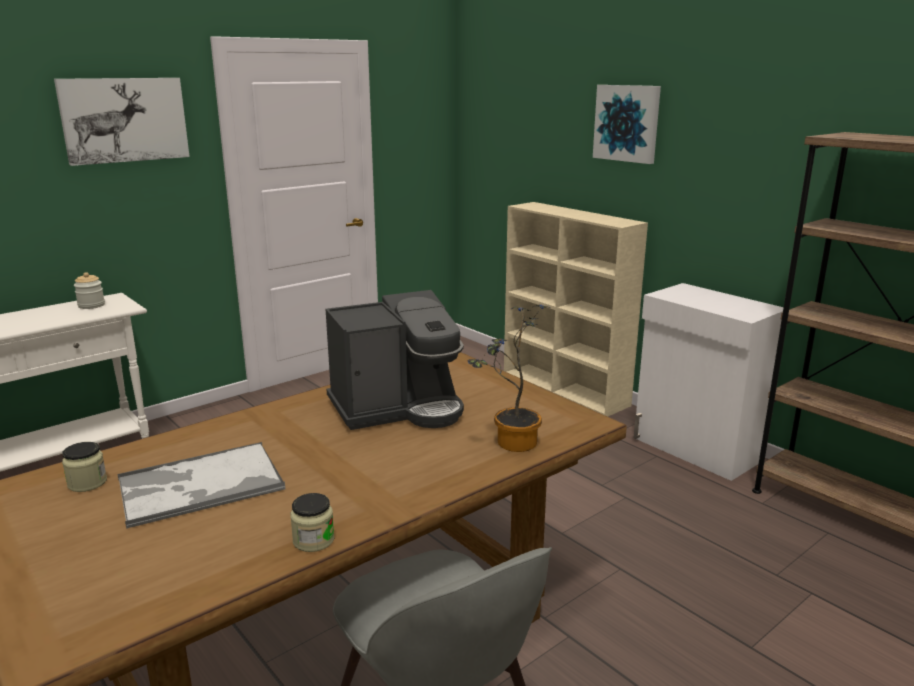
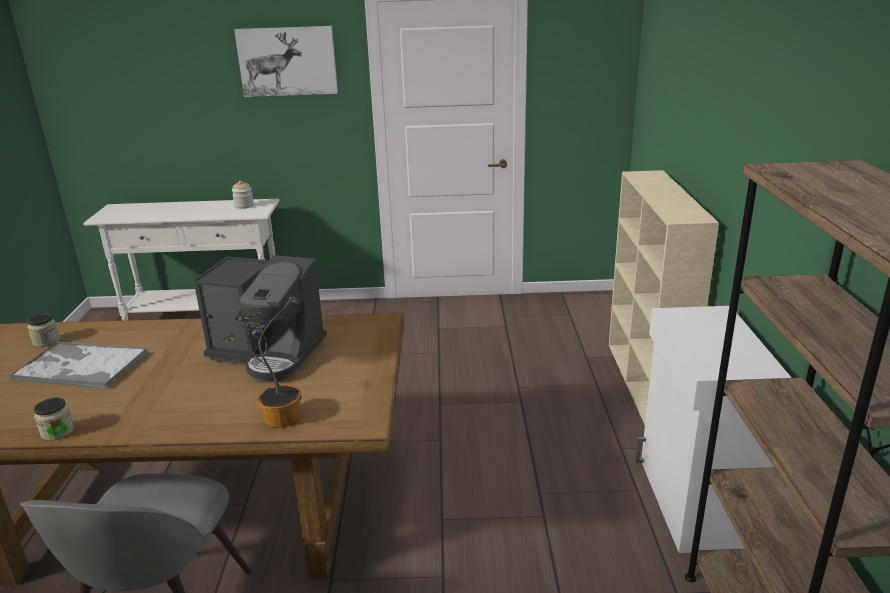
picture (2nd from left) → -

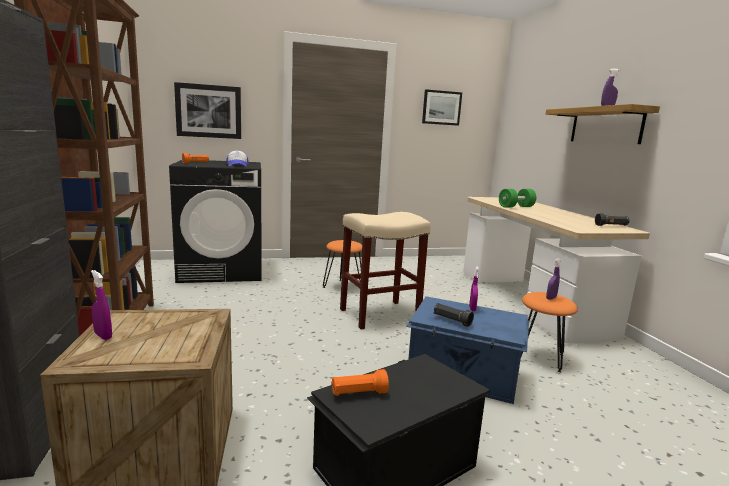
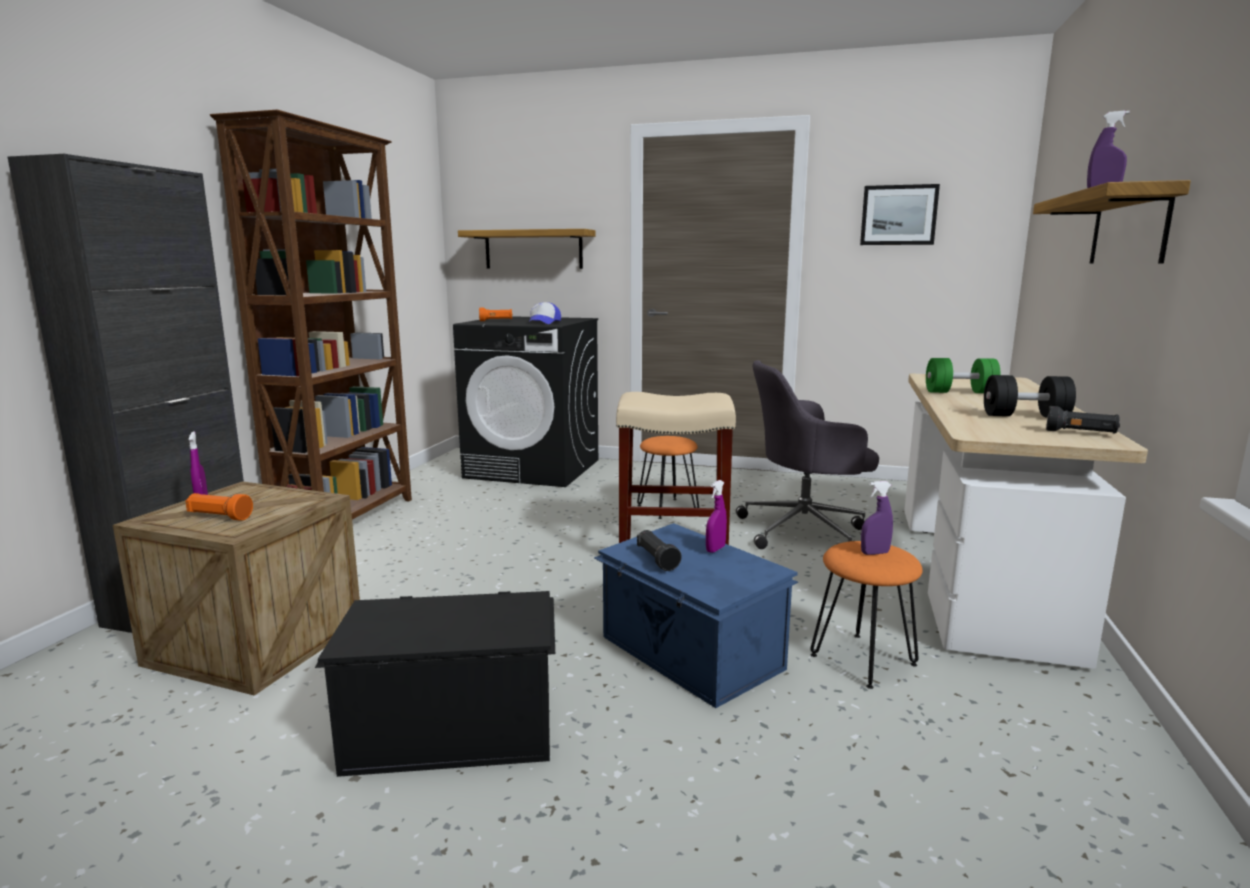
picture (1st from left) → wall shelf (1st from left)
orange-coloured torch (2nd from left in the first image) → orange-coloured torch (1st from left), move
- → gray computer chair
- → black-coloured dumbbell

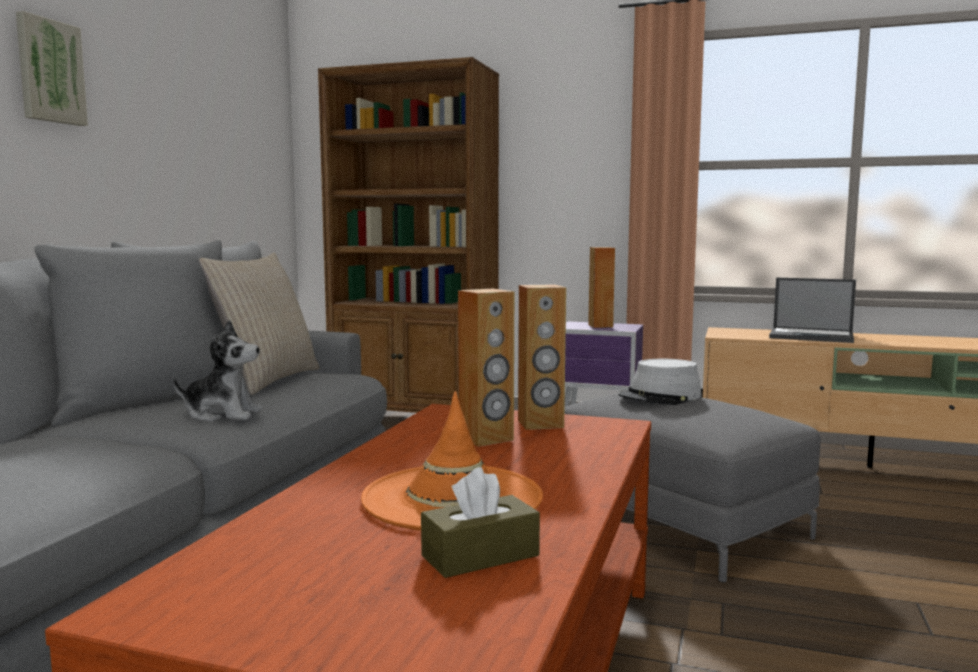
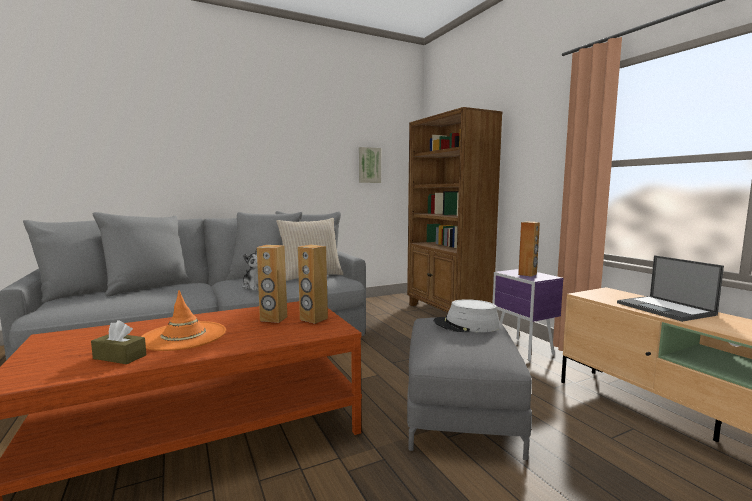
picture, move

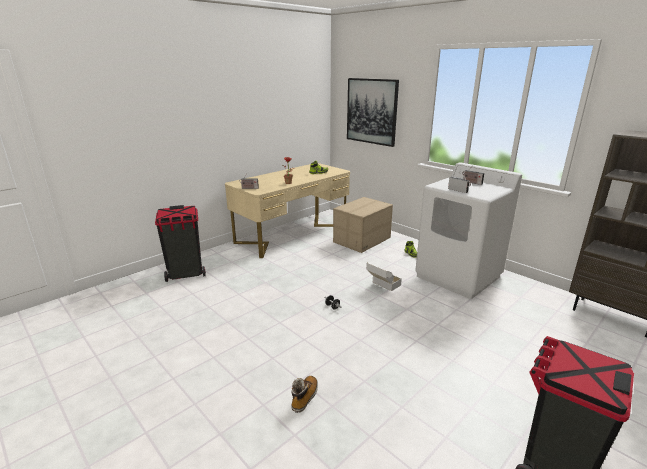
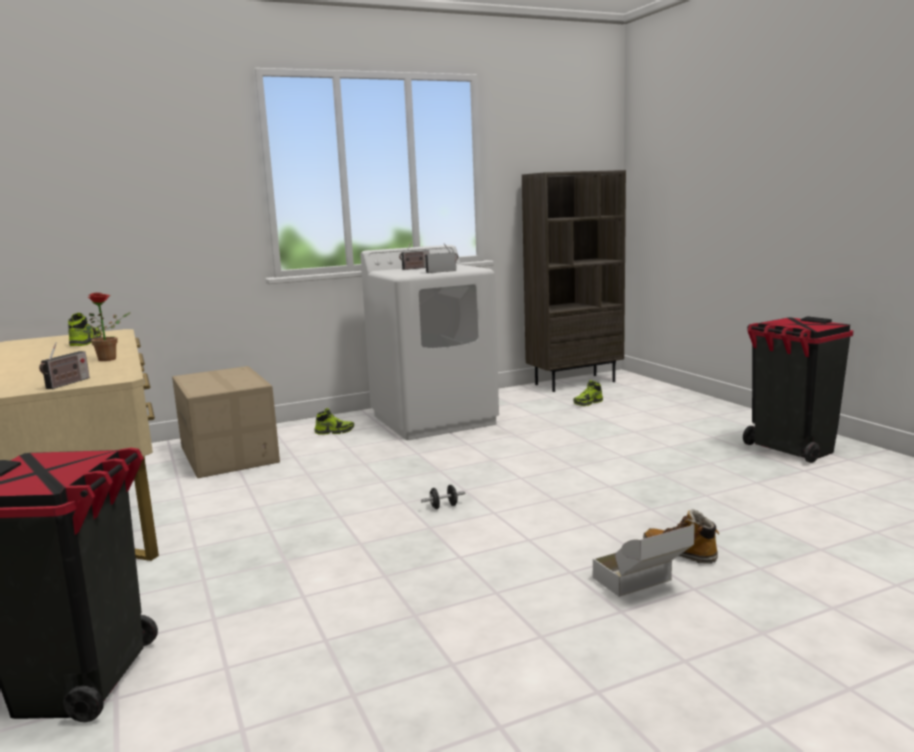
picture → -
cardboard box (2nd from left), move
- → shoe (3rd from left)

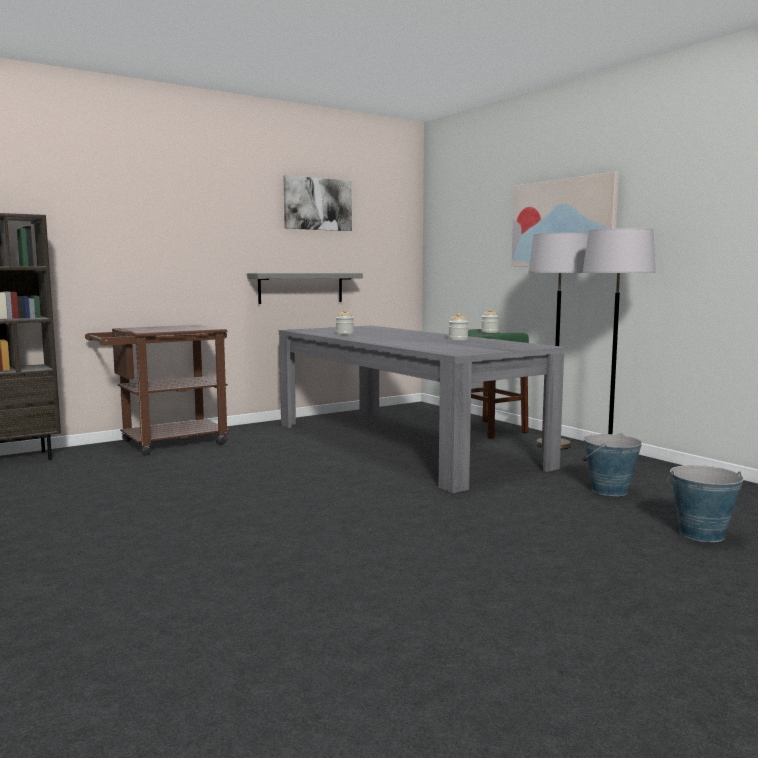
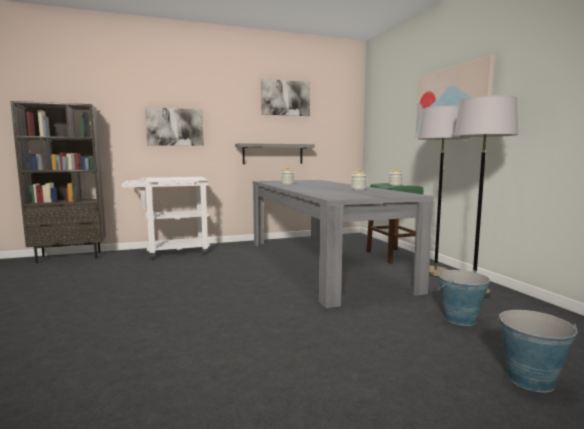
brownish cart → white-coloured cart
- → picture (1st from left)

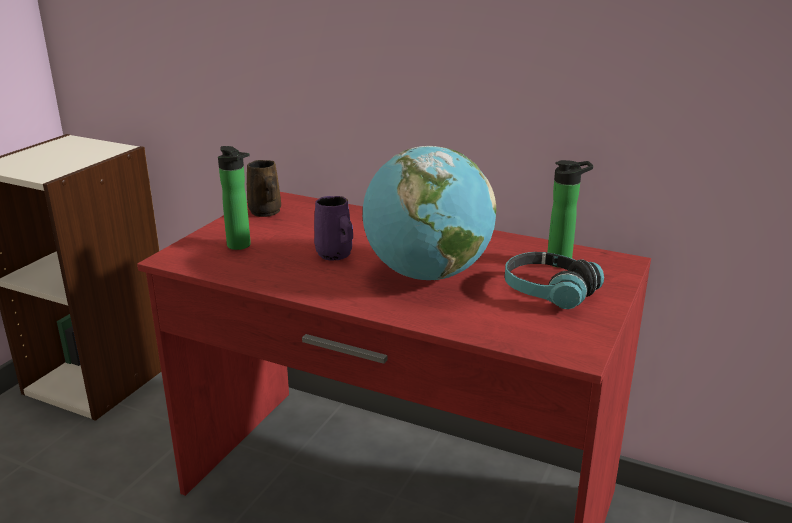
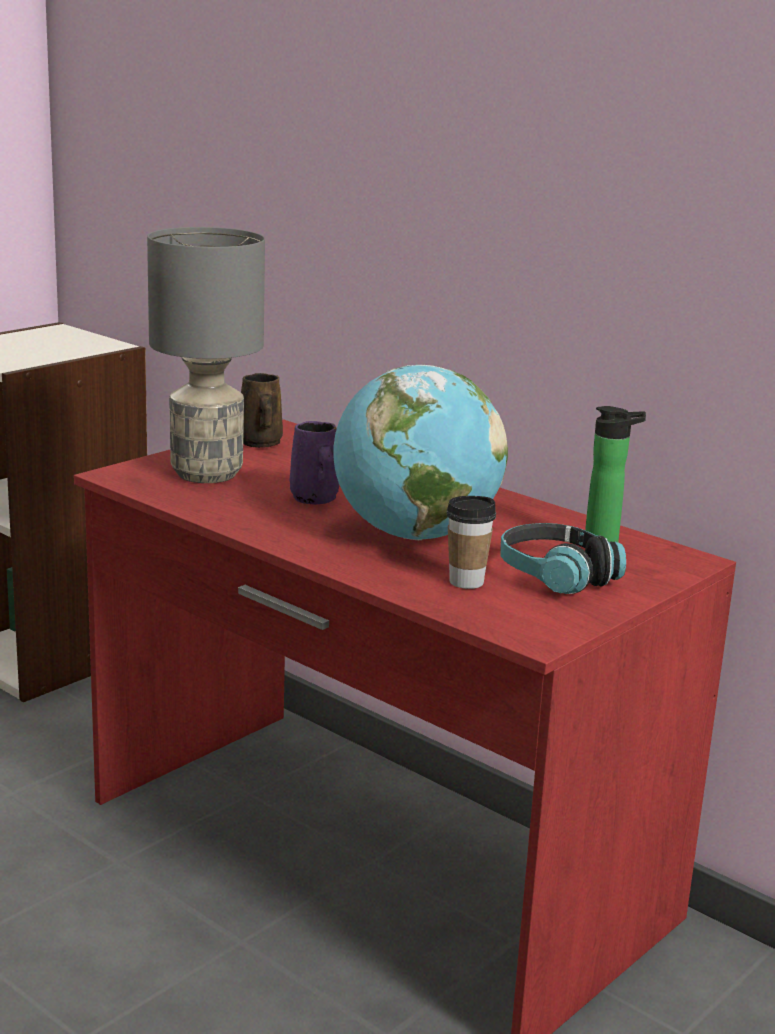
beverage bottle (1st from left) → gray lamp for a table
- → cup

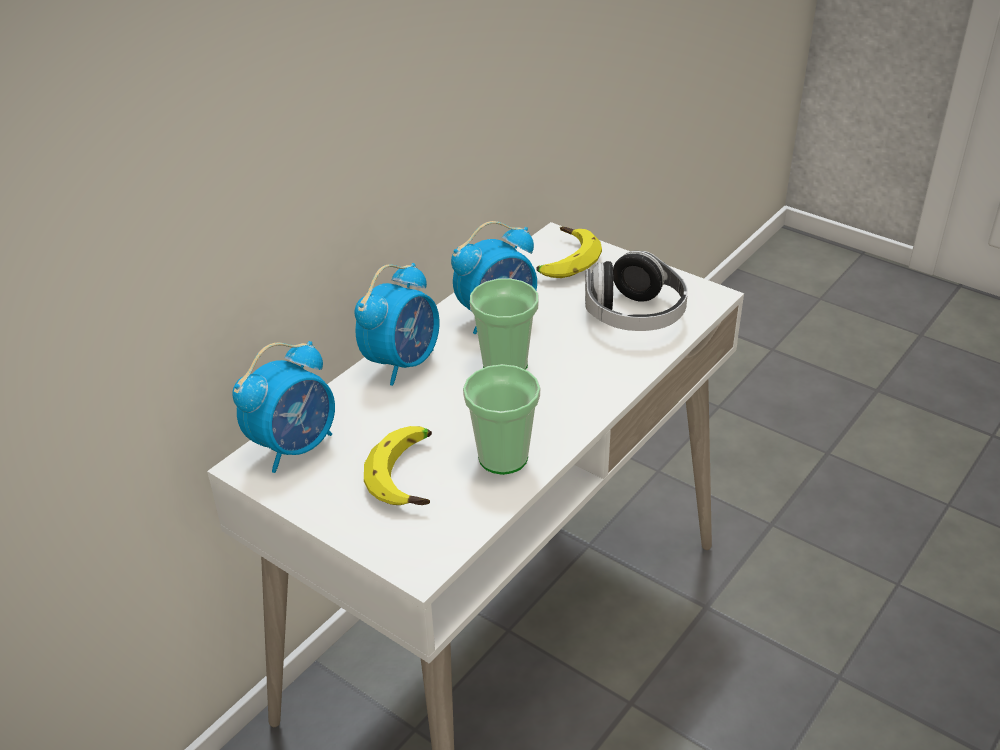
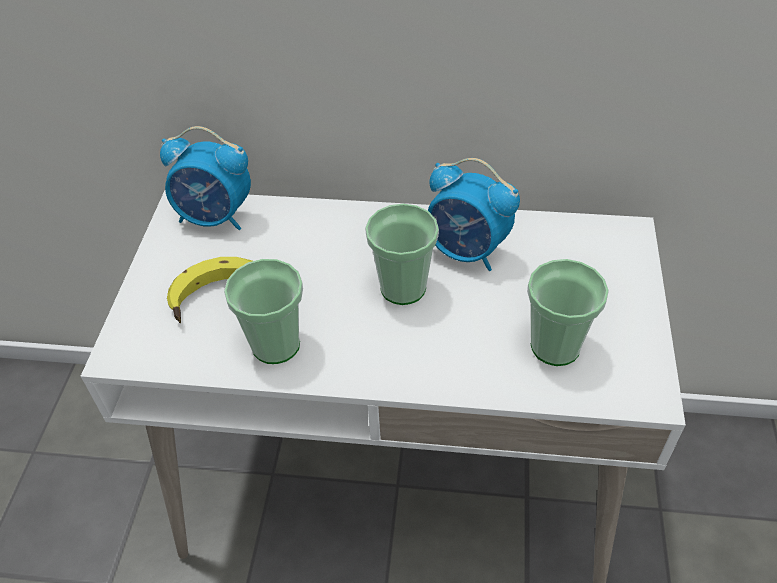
table clock (2nd from left) → -
banana fruit (2nd from left) → -
headset → cup (3rd from left)

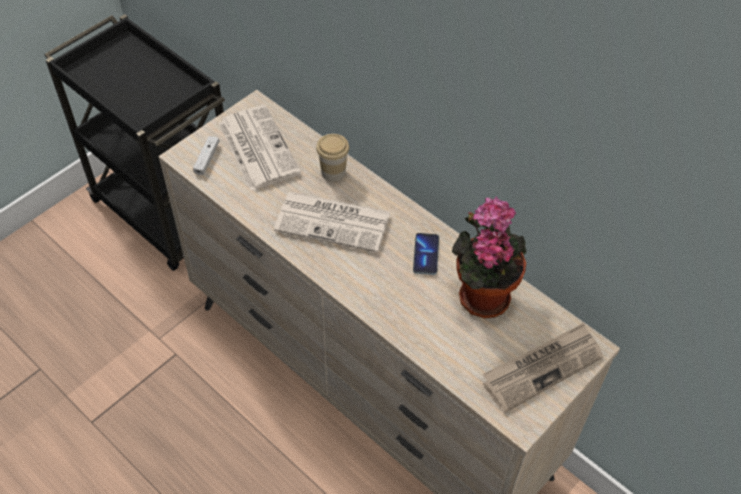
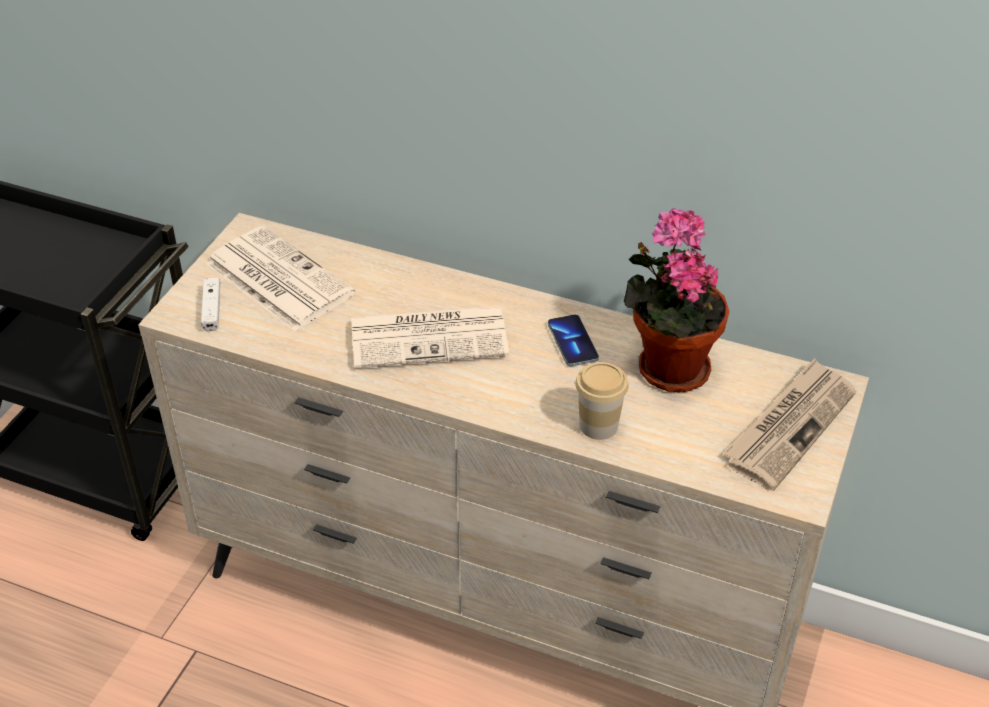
cup, move

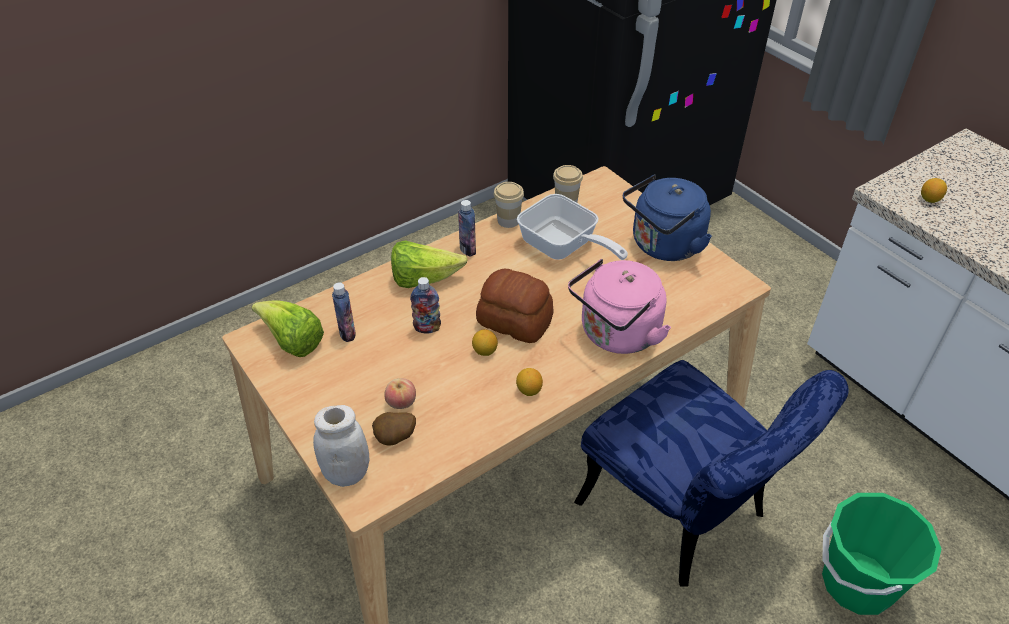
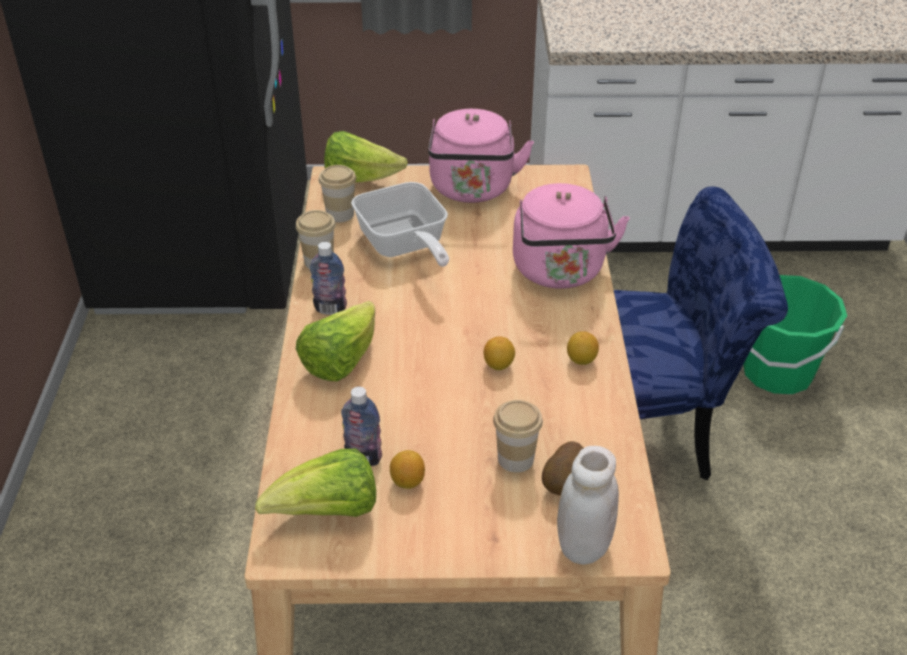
apple → cup (3rd from left)
beverage bottle (2nd from left) → -
bread → -
skillet, 75 degrees clockwise
blue kettle → pink-coloured kettle (1st from left)
lemon (3rd from left in the first image) → lemon (1st from left), move
- → lettuce (3rd from left)

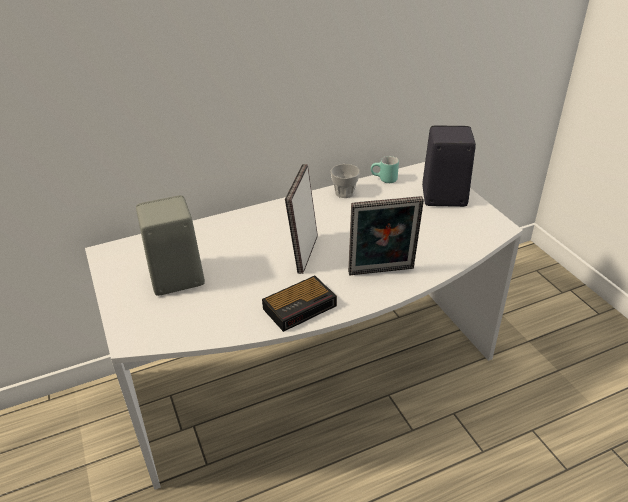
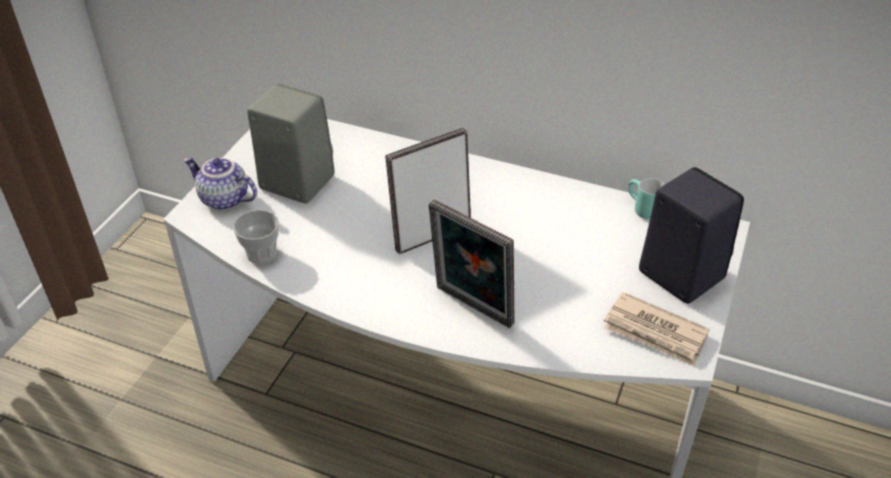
table clock → -
cup, move
- → teapot
- → daily paper

